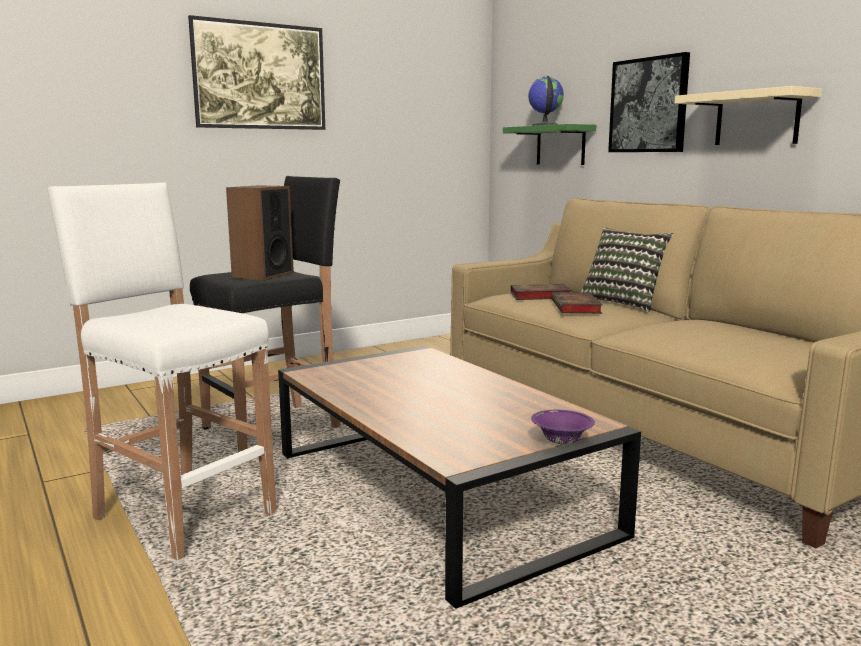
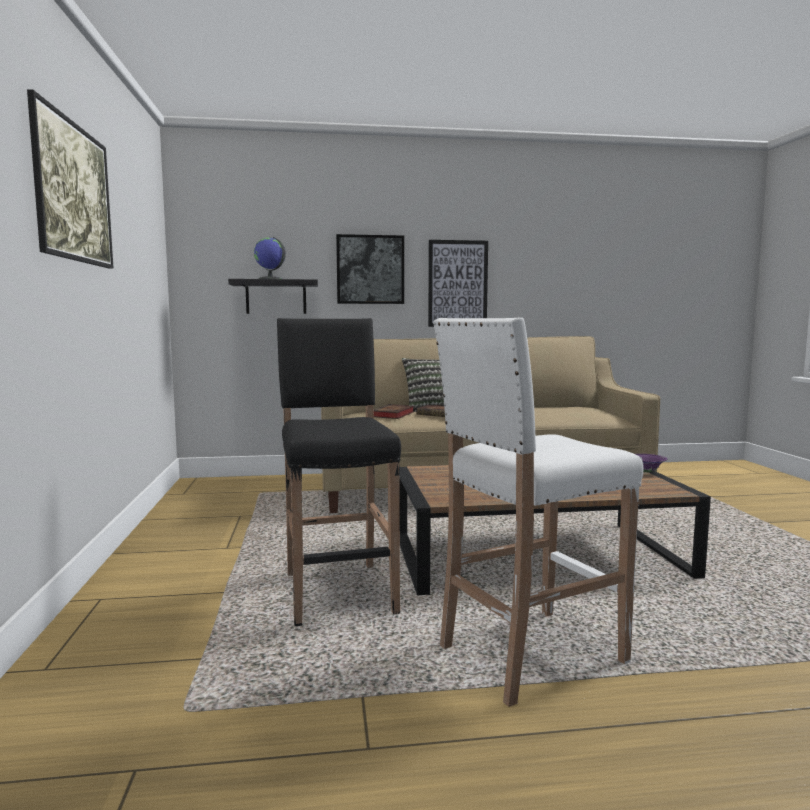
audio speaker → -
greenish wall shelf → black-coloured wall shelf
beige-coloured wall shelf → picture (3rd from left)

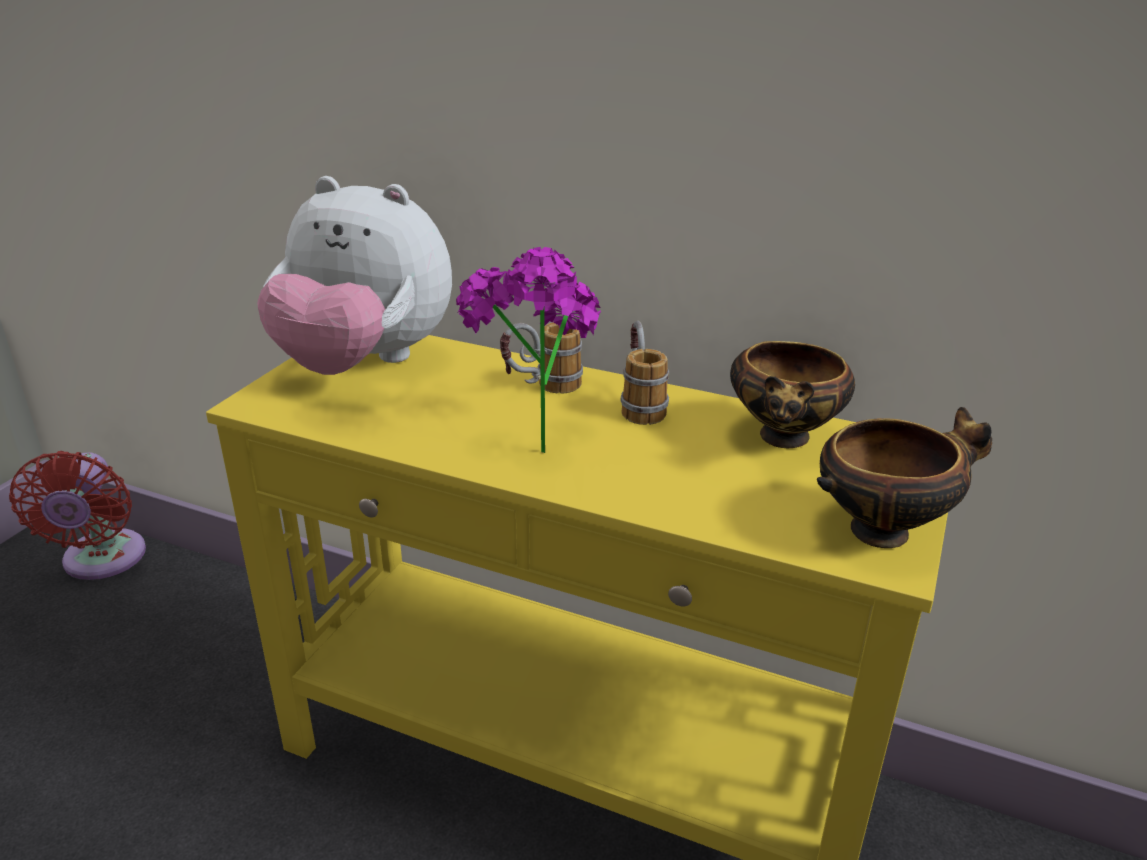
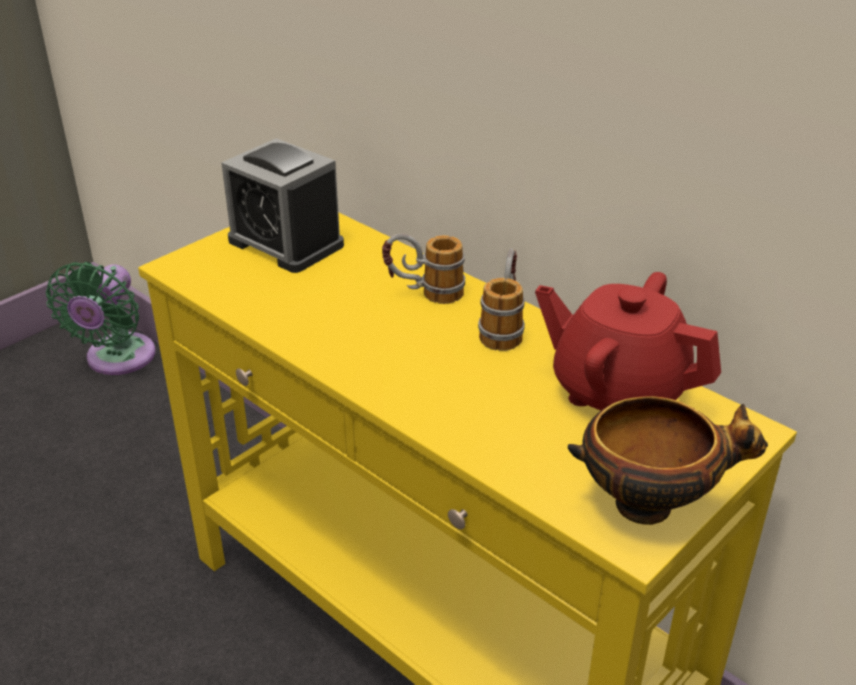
red-coloured cooling fan → greenish cooling fan
cuddly toy → table clock
houseplant → -
serving bowl (1st from left) → red-coloured teapot

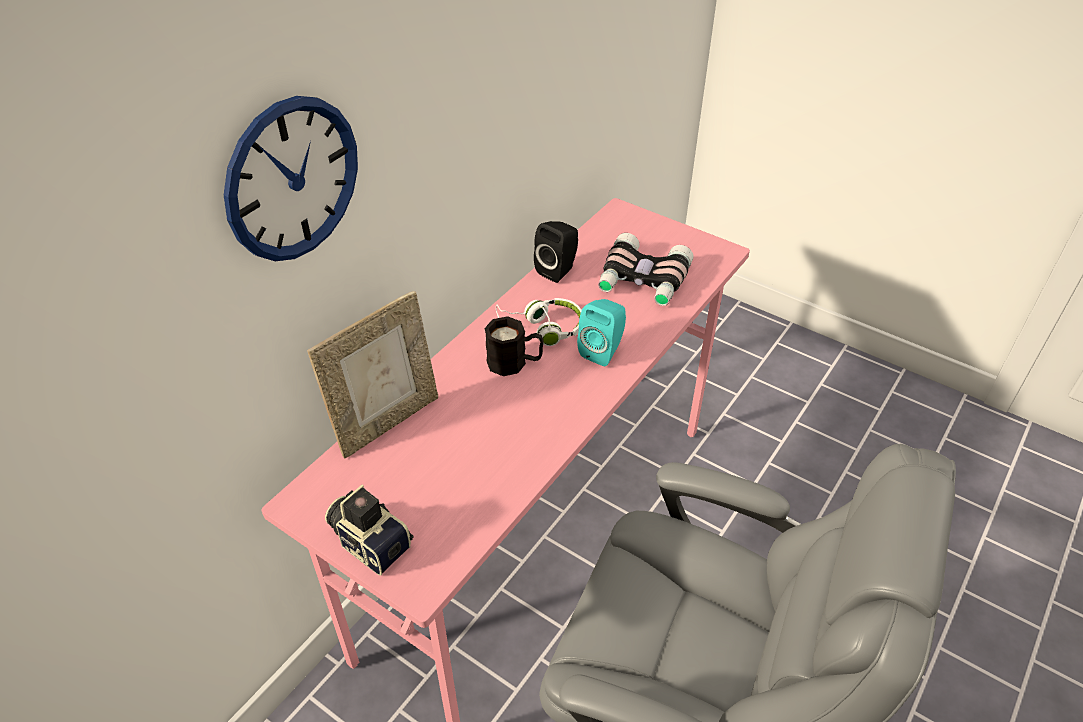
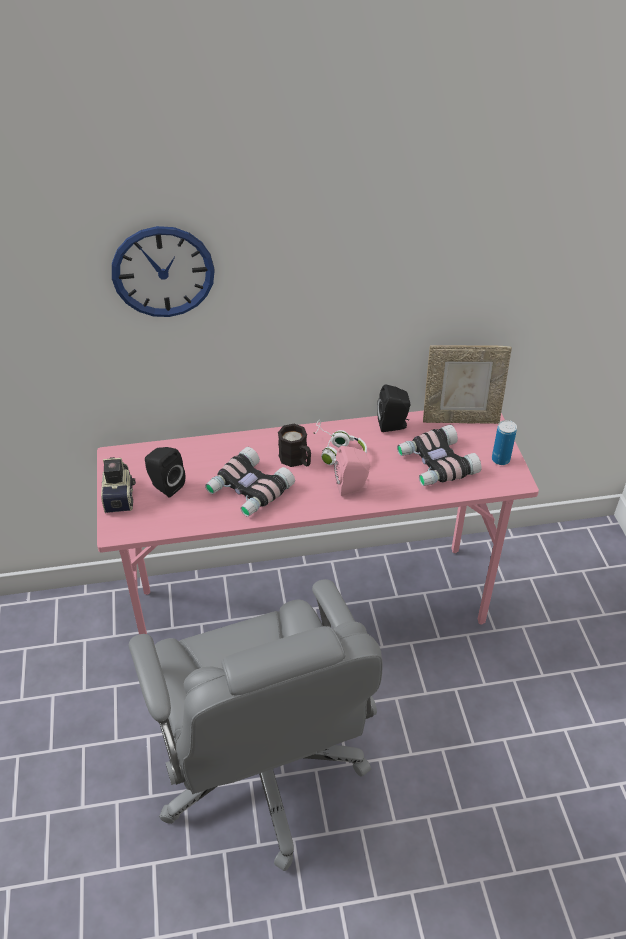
picture frame, move
blue-green audio speaker → pink-coloured audio speaker
- → black-coloured audio speaker (1st from left)
- → pair of binoculars (1st from left)
- → can

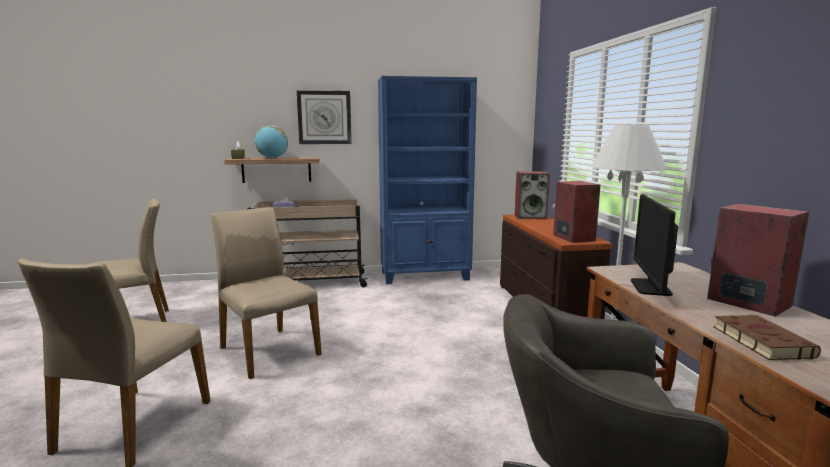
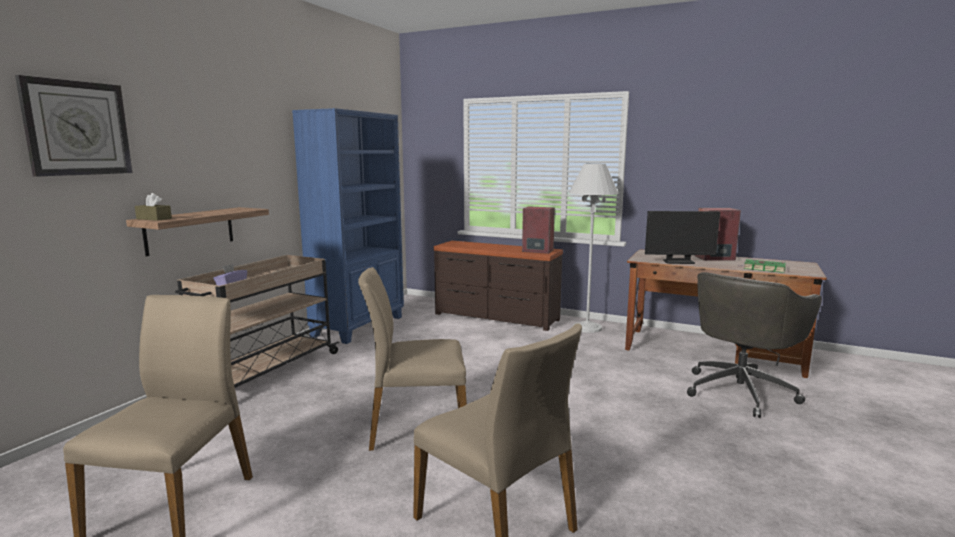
globe → -
clock on the wall, move
audio speaker (1st from left) → -
monitor, 45 degrees counterclockwise
brownish bound book → greenish bound book

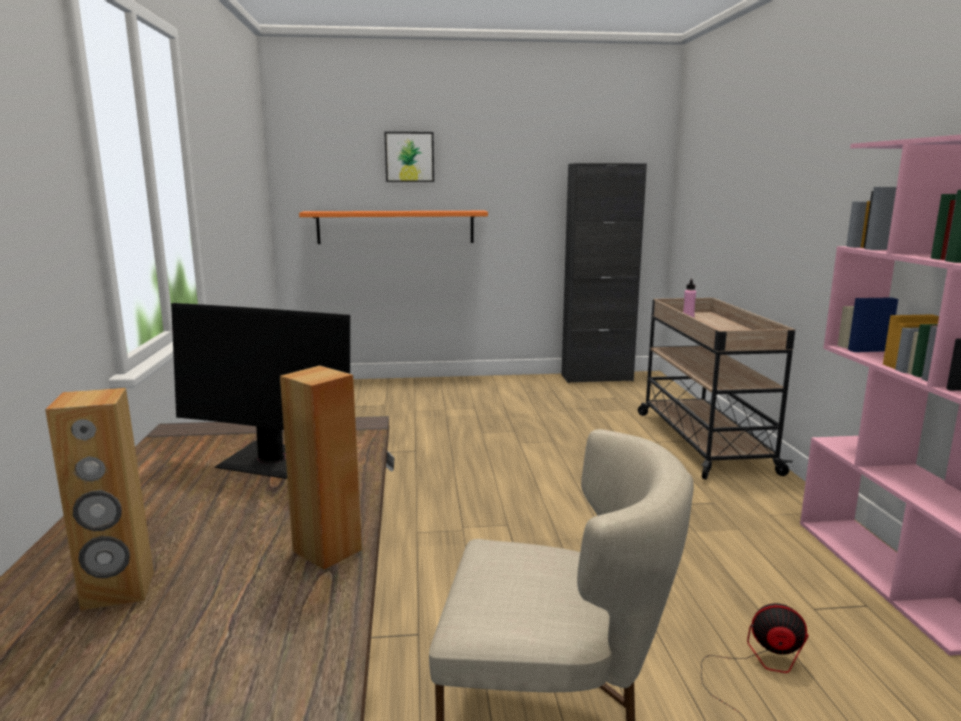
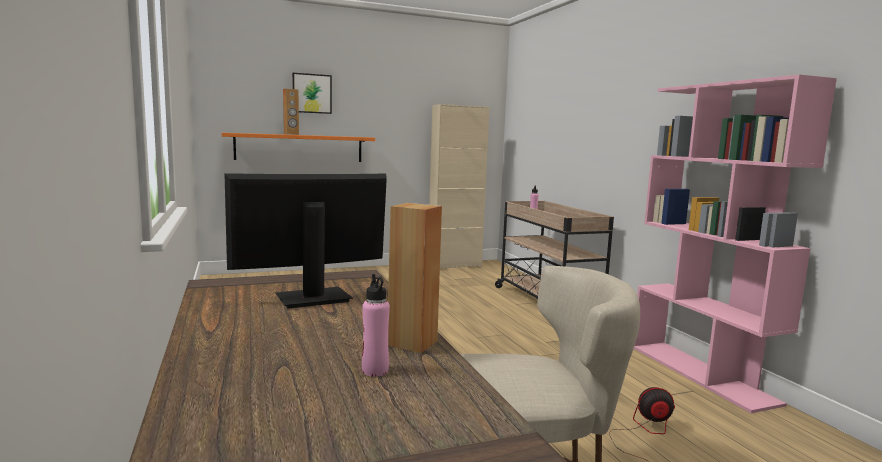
brownish audio speaker (1st from left), move
monitor, 150 degrees clockwise
black-coloured cupboard → beige-coloured cupboard
- → pink-coloured beverage bottle (1st from left)

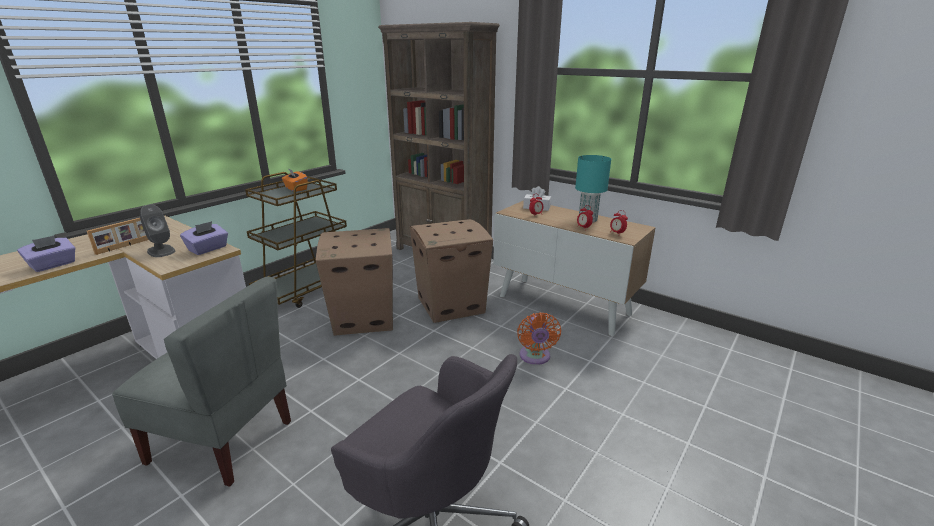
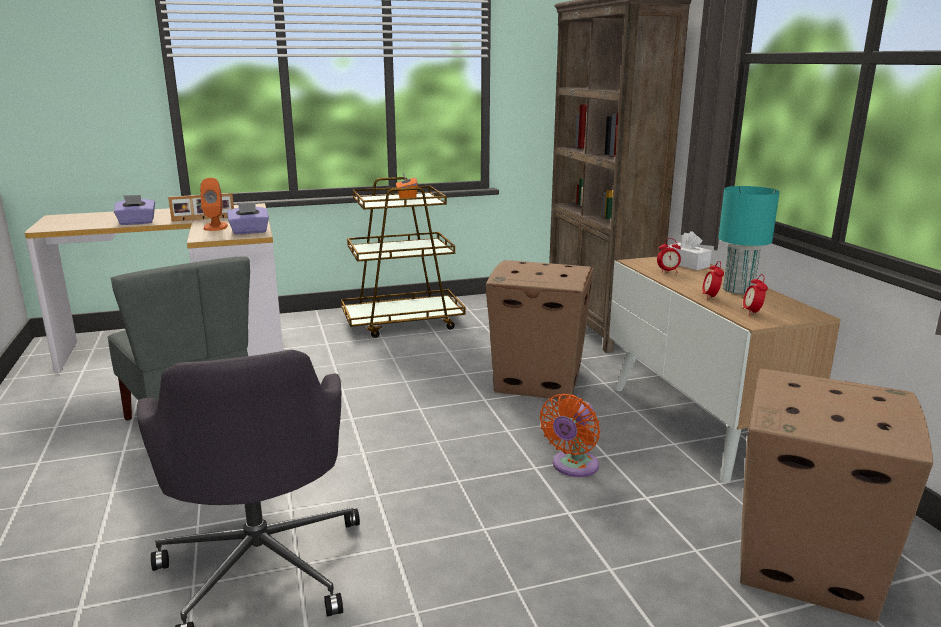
gray audio speaker → orange-coloured audio speaker
cardboard box (1st from left in the first image) → cardboard box (2nd from left), move

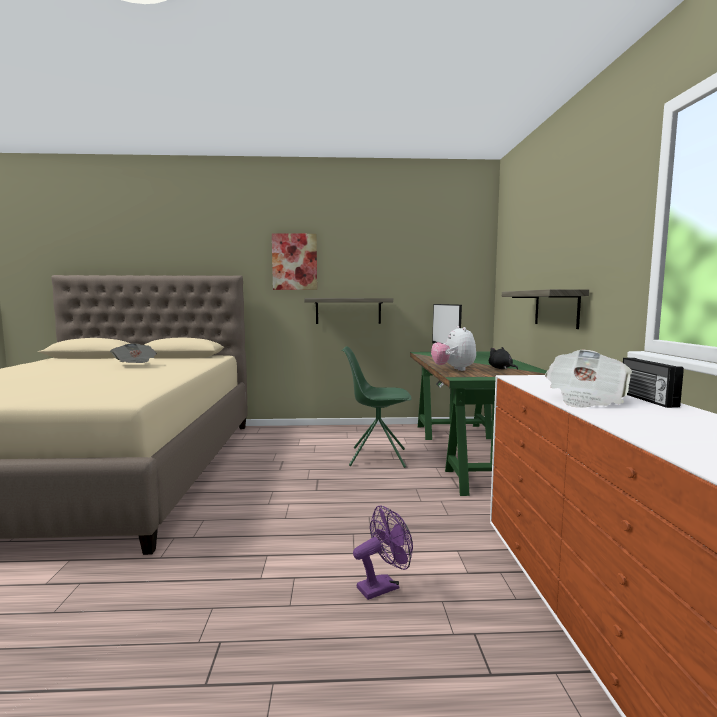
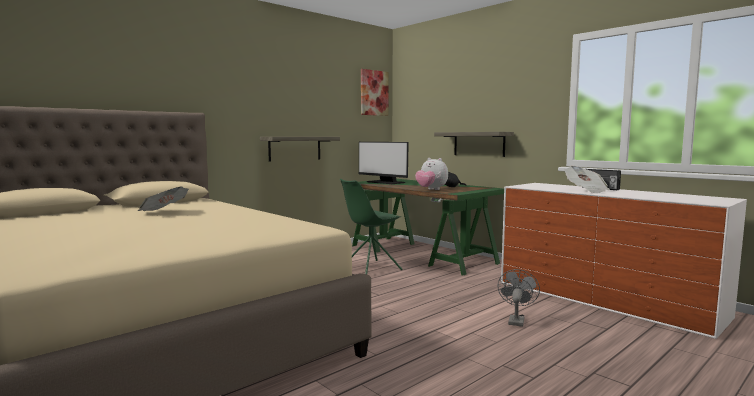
picture, move
purple-coloured cooling fan → gray cooling fan

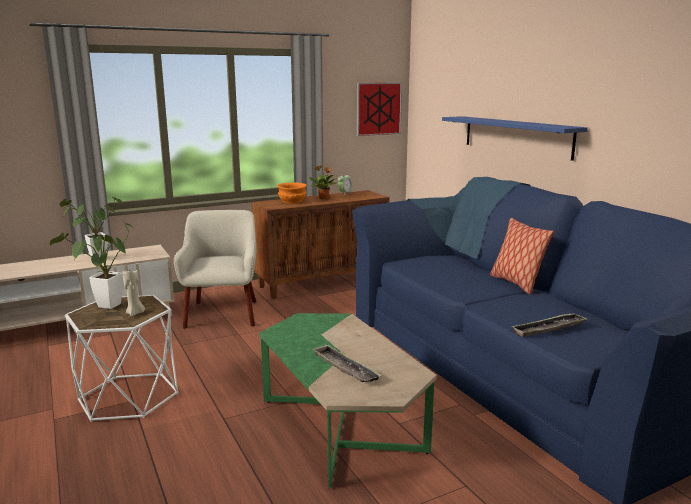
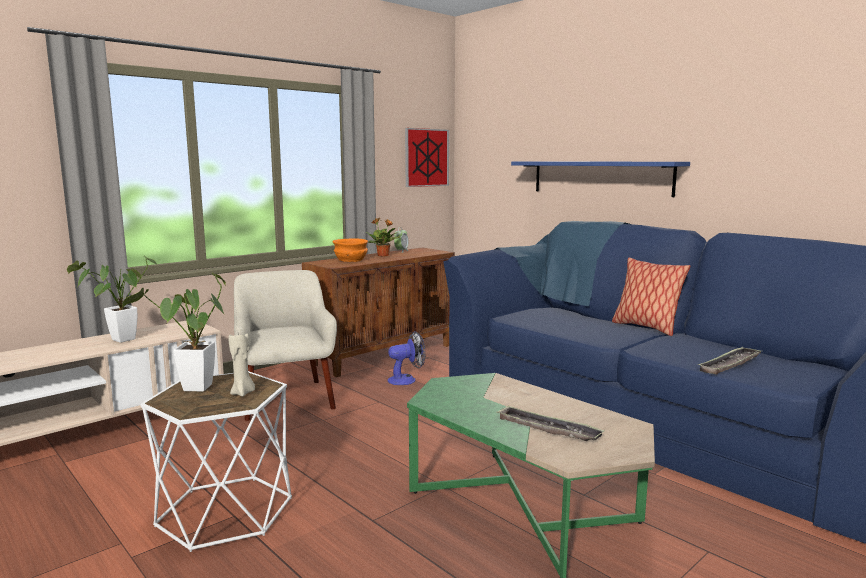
- → cooling fan

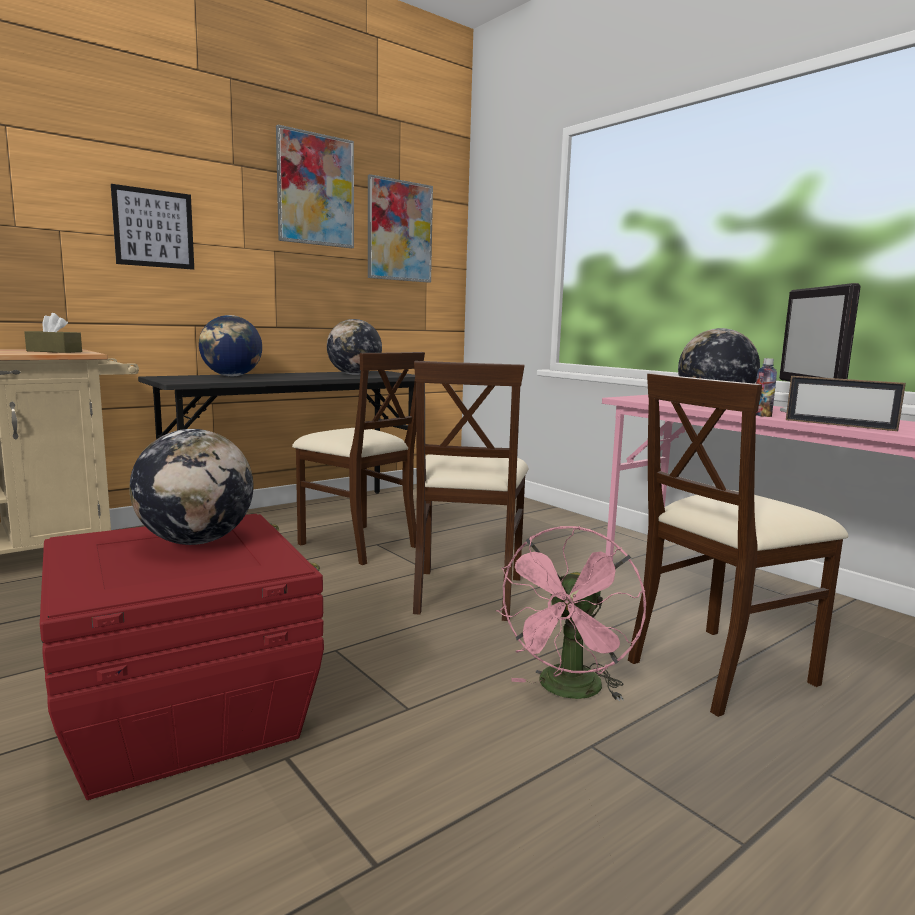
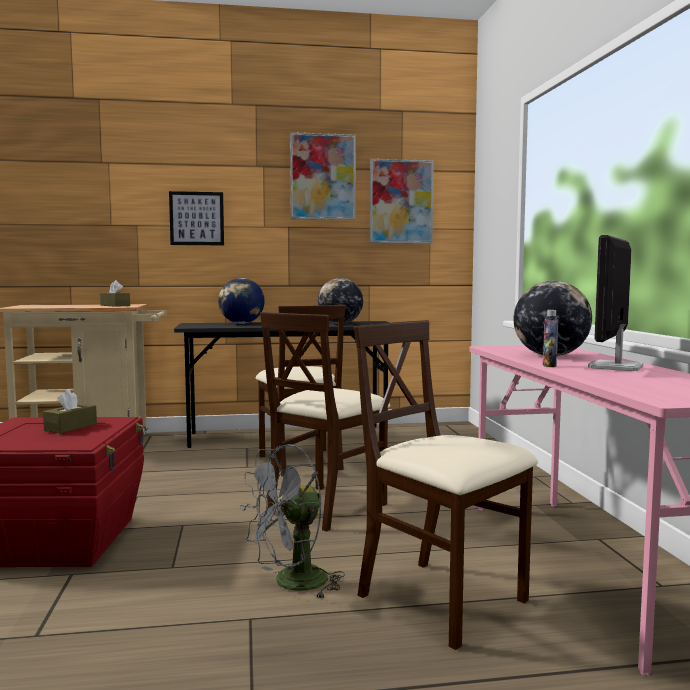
globe (1st from left) → brownish tissue holder (1st from left)
pink-coloured cooling fan → gray cooling fan
beige-coloured upright chair (3rd from left), 45 degrees clockwise
picture frame → -

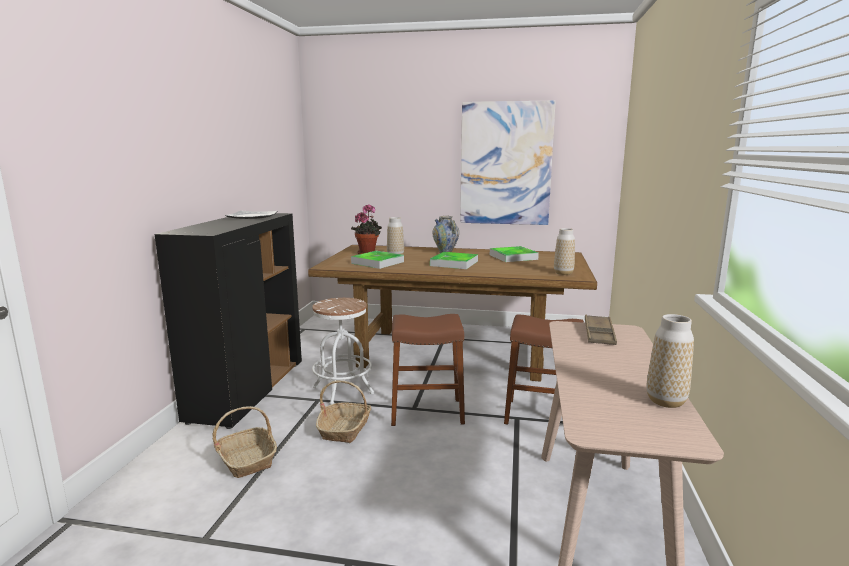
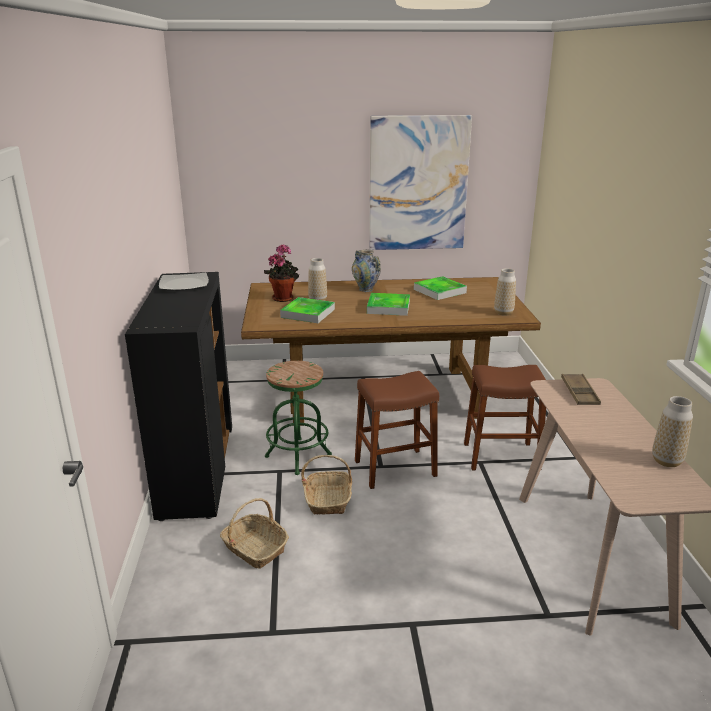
white-coloured sitting stool → greenish sitting stool

